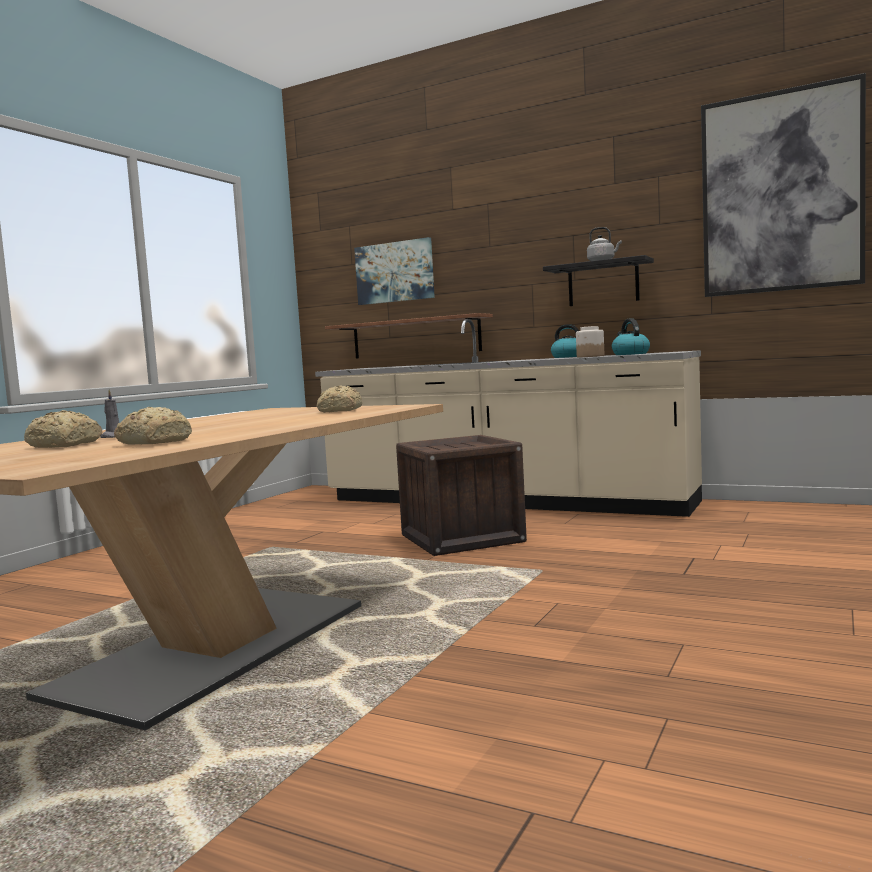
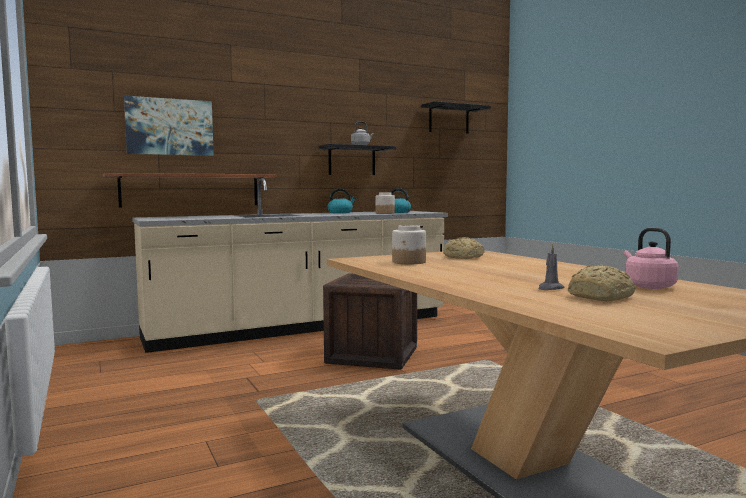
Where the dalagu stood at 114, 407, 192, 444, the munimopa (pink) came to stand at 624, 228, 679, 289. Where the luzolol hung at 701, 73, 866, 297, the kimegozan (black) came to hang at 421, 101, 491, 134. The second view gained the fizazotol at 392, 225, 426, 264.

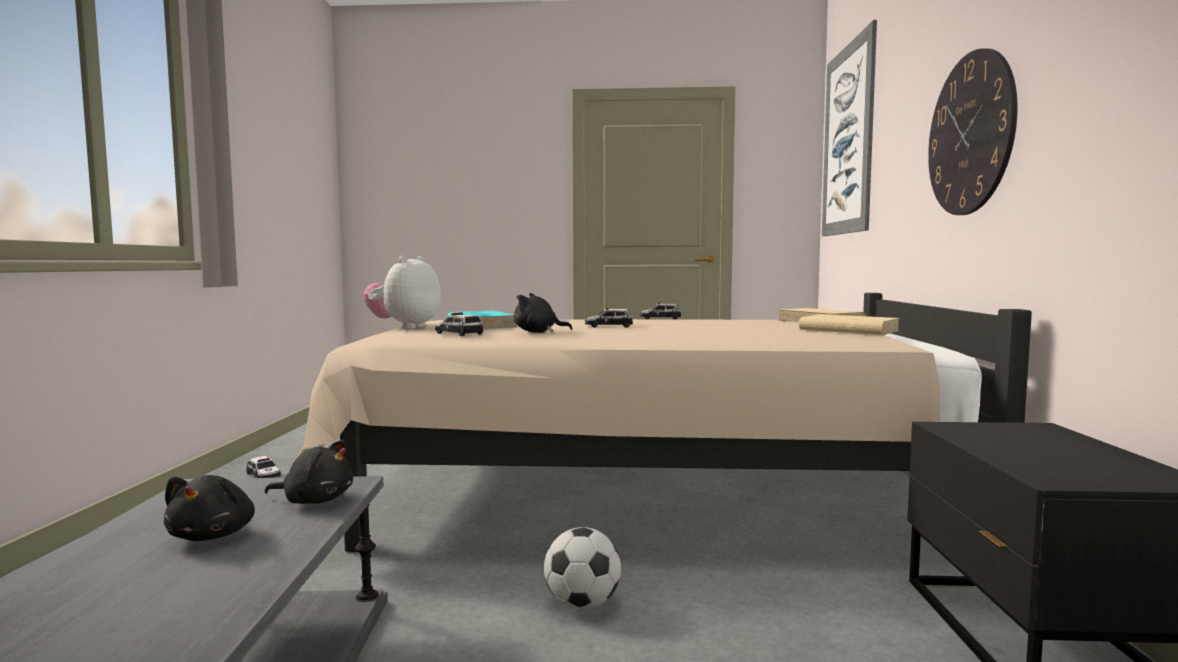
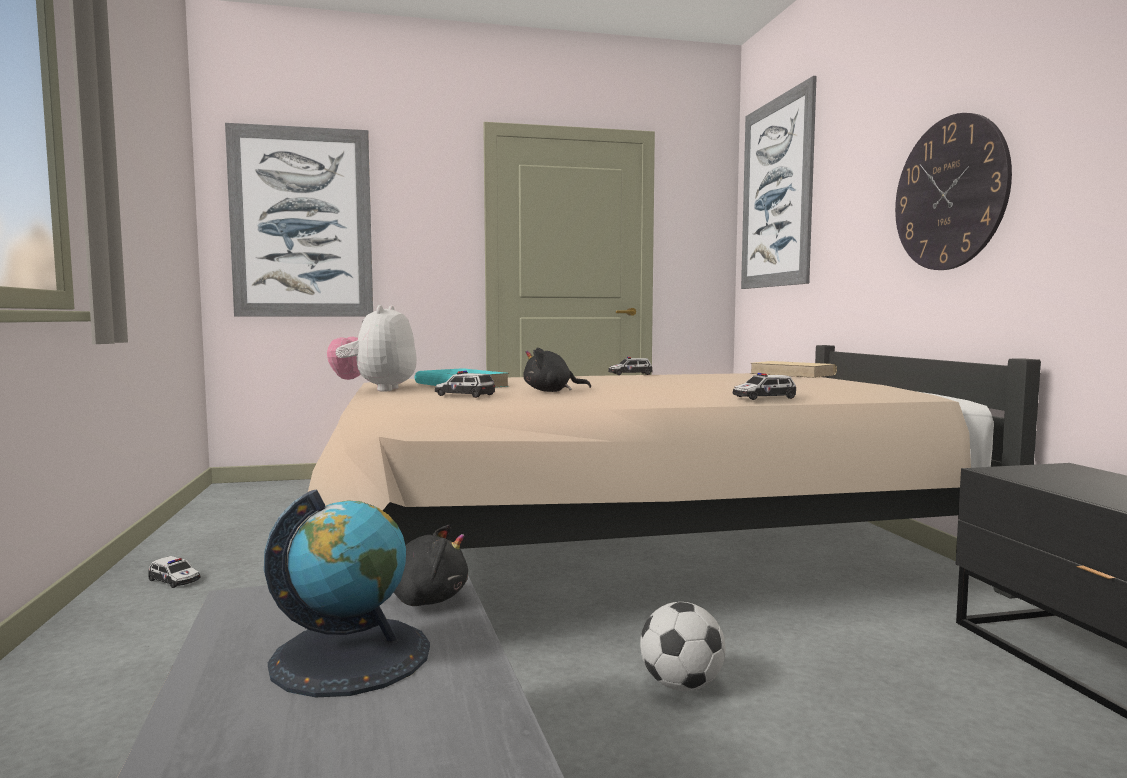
Where the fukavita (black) stood at 164, 475, 255, 541, the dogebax came to stand at 264, 489, 430, 697. The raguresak ended up elsewhere, having gone from 585, 307, 633, 327 to 732, 373, 796, 400. The second view lost the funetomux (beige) at 799, 314, 900, 335. The second view gained the luzolol at 225, 123, 373, 316.

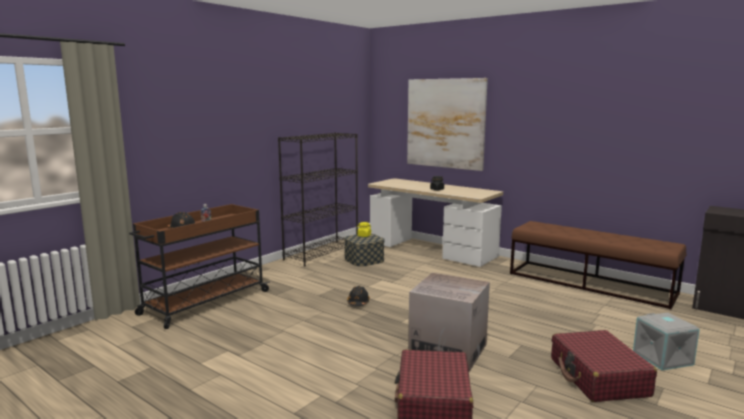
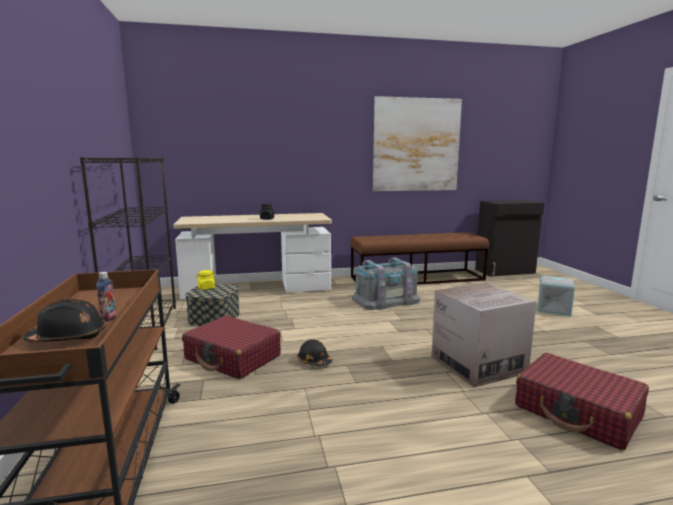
The luzolol ended up elsewhere, having gone from 407, 78, 488, 171 to 373, 96, 462, 191. The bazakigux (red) ended up elsewhere, having gone from 551, 330, 657, 402 to 182, 315, 281, 379. The second view gained the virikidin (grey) at 352, 257, 420, 310.

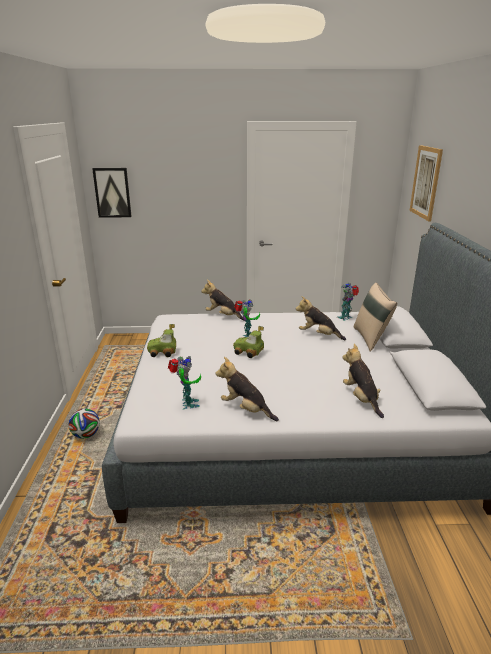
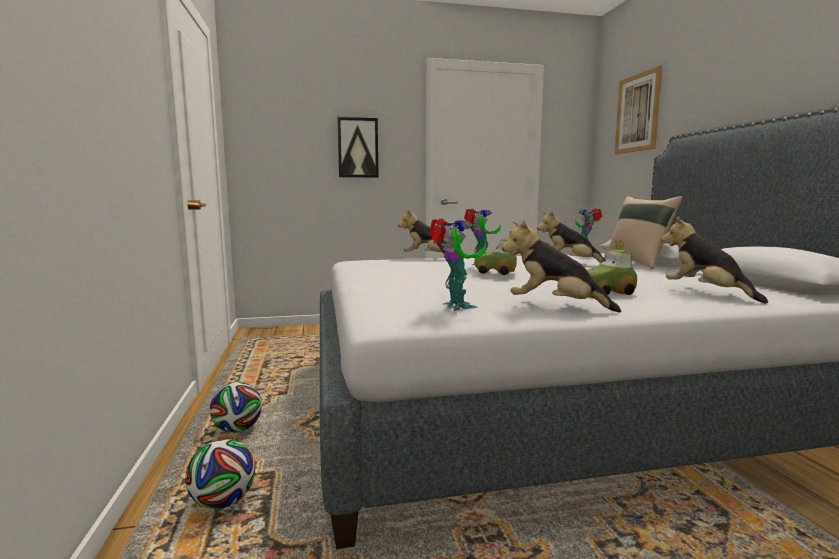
The luzolol ended up elsewhere, having gone from 92, 168, 132, 218 to 337, 117, 379, 178. The raguresak ended up elsewhere, having gone from 147, 324, 176, 357 to 587, 240, 637, 295. The second view gained the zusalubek at 185, 439, 255, 509.

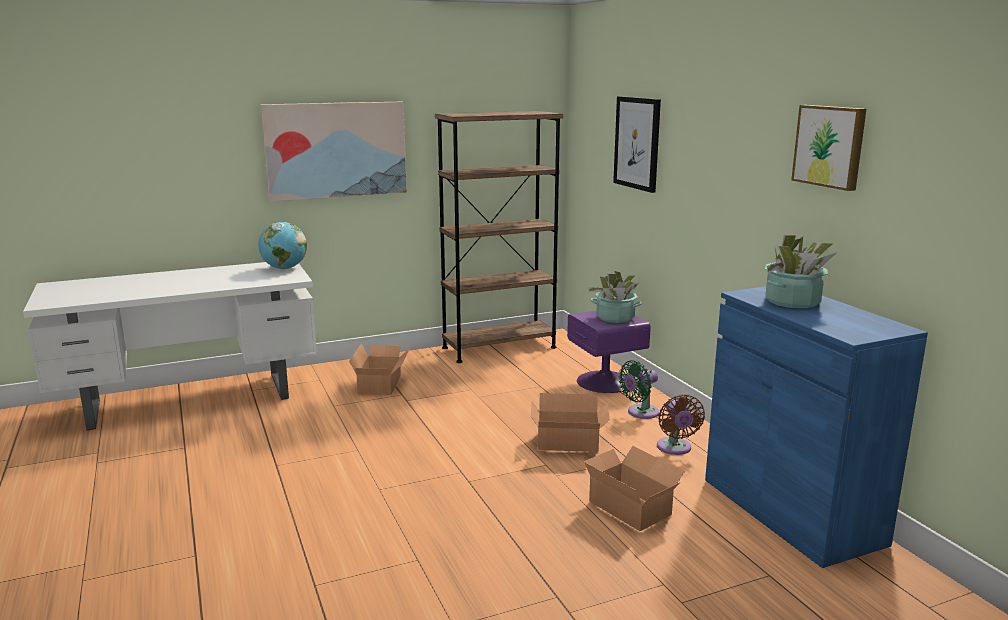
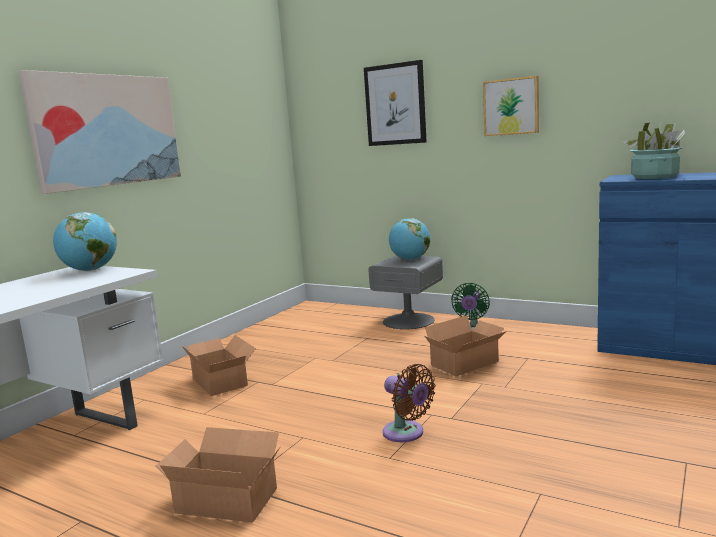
The second view lost the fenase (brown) at 435, 111, 563, 363. What was the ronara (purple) at 567, 311, 651, 393 turned into the ronara (grey) at 368, 255, 443, 329. The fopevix ended up elsewhere, having gone from 583, 446, 685, 531 to 156, 427, 281, 523. Where the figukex stood at 587, 271, 642, 323, the dogebax came to stand at 389, 218, 430, 260. The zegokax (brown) ended up elsewhere, having gone from 657, 394, 705, 455 to 383, 364, 436, 442. The luzolol ended up elsewhere, having gone from 791, 105, 866, 191 to 483, 76, 539, 136.

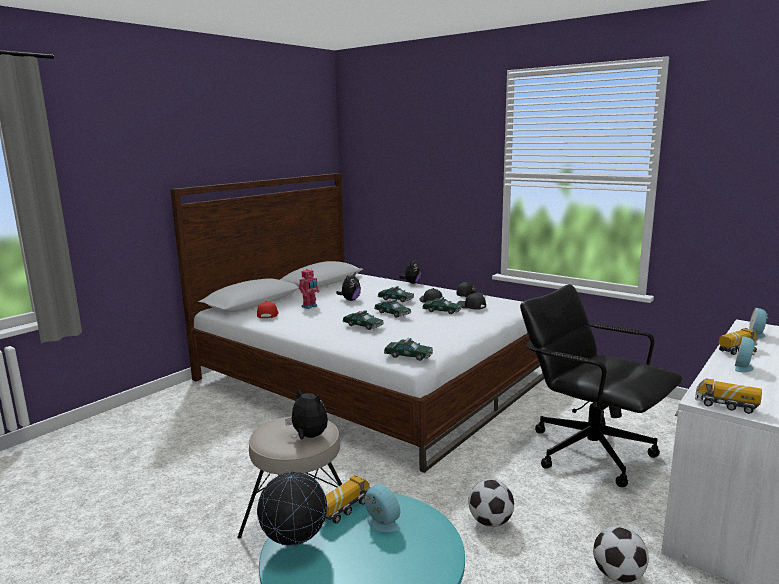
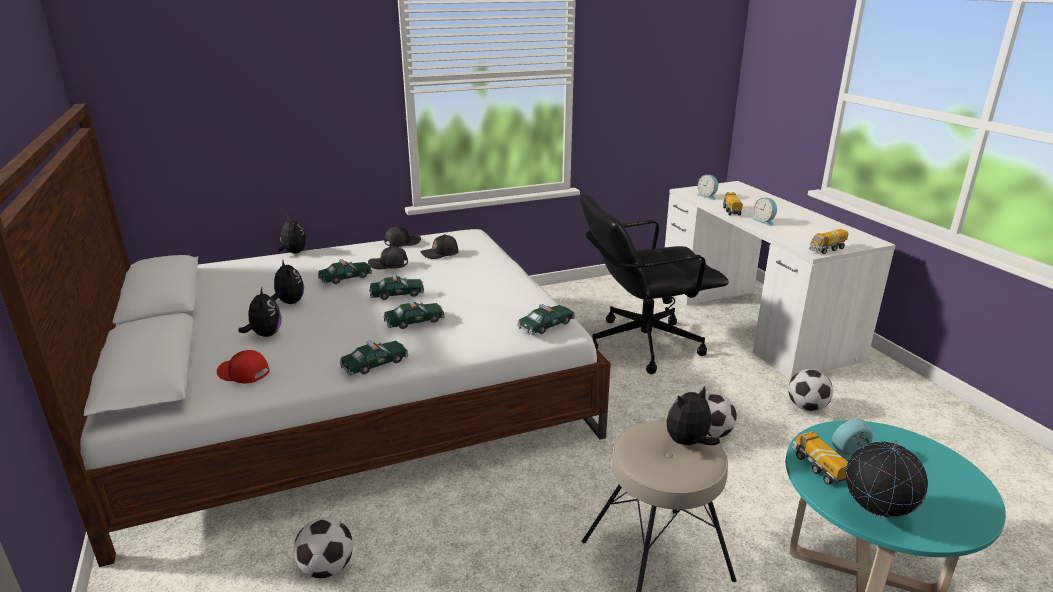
Where the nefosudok stood at 299, 269, 320, 309, the fukavita came to stand at 239, 288, 282, 337. The raguresak ended up elsewhere, having gone from 422, 297, 462, 314 to 339, 341, 409, 375. The second view gained the zusalubek at 293, 518, 353, 578.

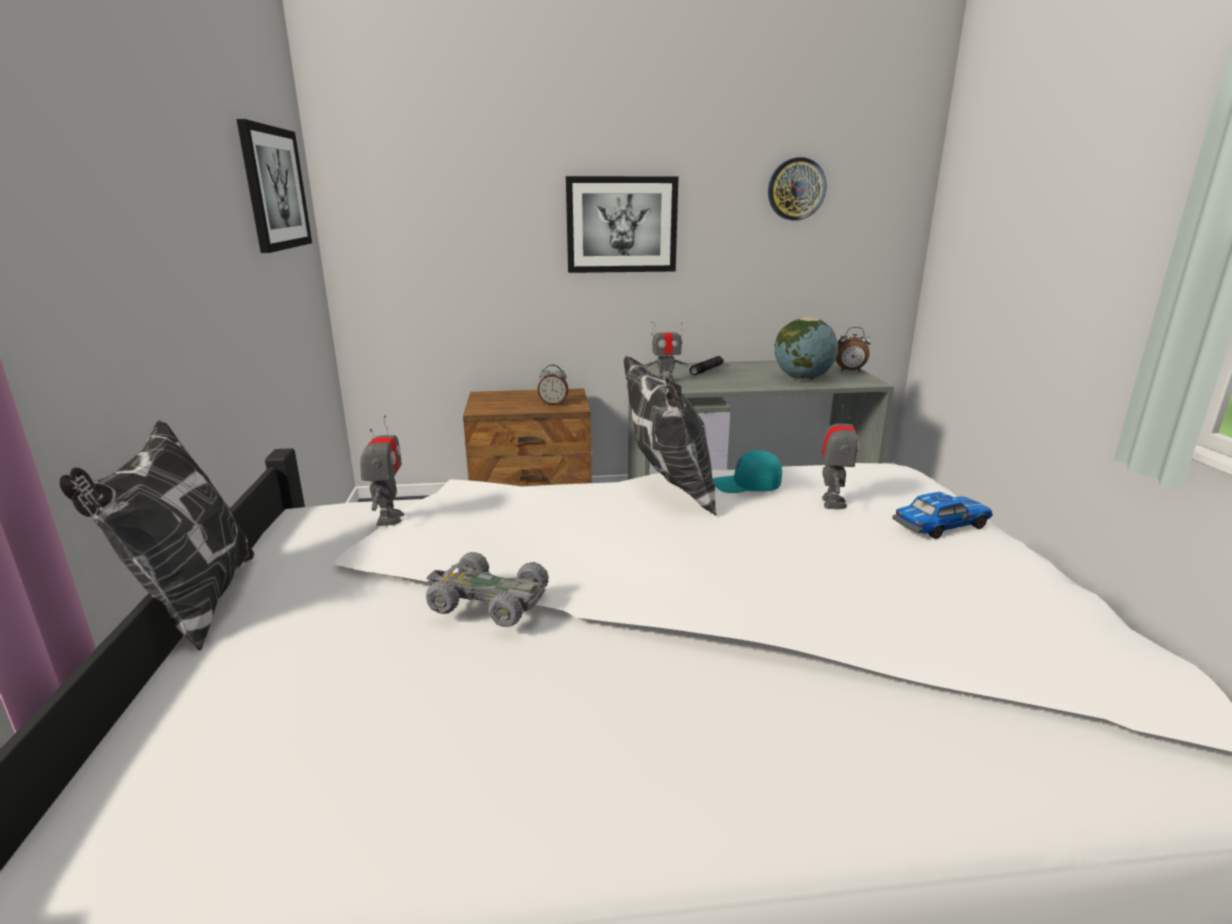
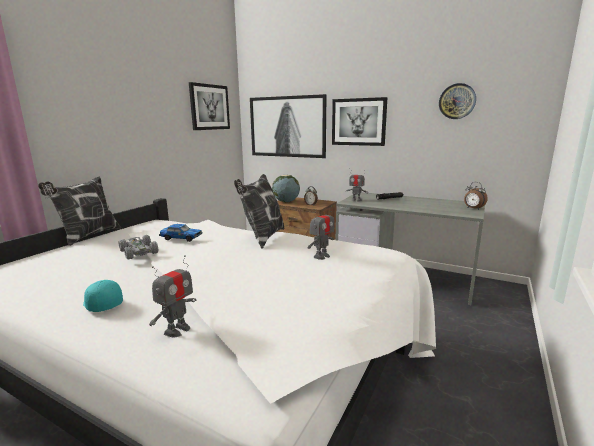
The nefosudok ended up elsewhere, having gone from 360, 415, 405, 526 to 149, 255, 196, 338. The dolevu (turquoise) ended up elsewhere, having gone from 713, 450, 782, 493 to 83, 280, 123, 312. The dogebax ended up elsewhere, having gone from 774, 317, 838, 380 to 272, 175, 300, 203. The raguresak ended up elsewhere, having gone from 892, 492, 993, 539 to 159, 224, 203, 242. The second view gained the luzolol at 250, 94, 327, 158.

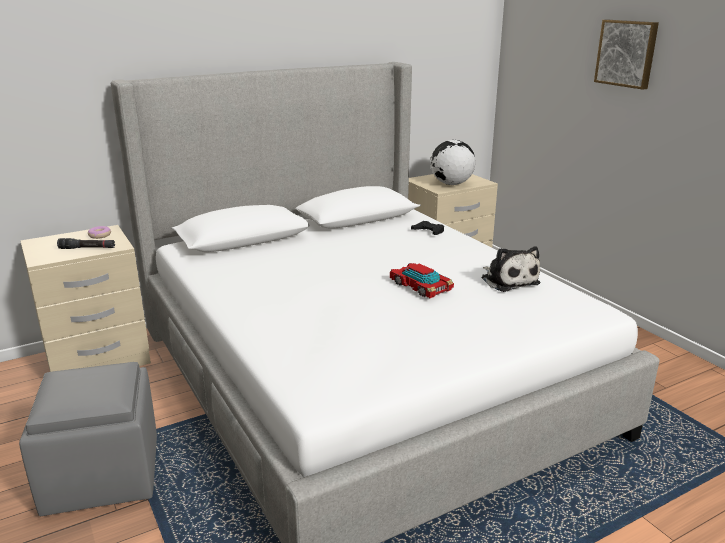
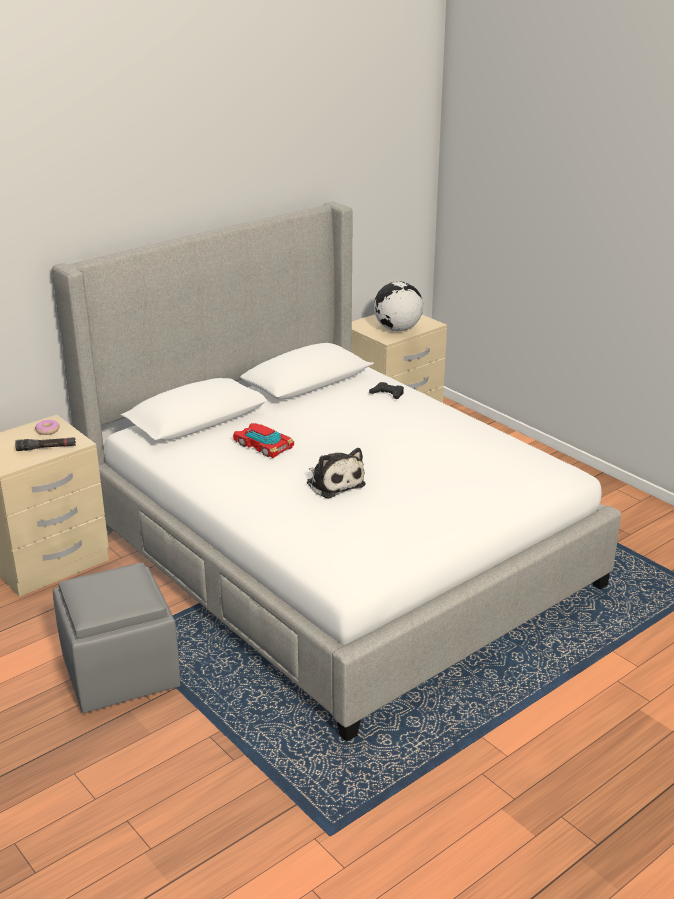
The raguresak ended up elsewhere, having gone from 390, 263, 454, 298 to 233, 423, 294, 458. The fukavita ended up elsewhere, having gone from 481, 246, 540, 292 to 307, 448, 366, 499. The second view lost the luzolol at 594, 20, 659, 90.

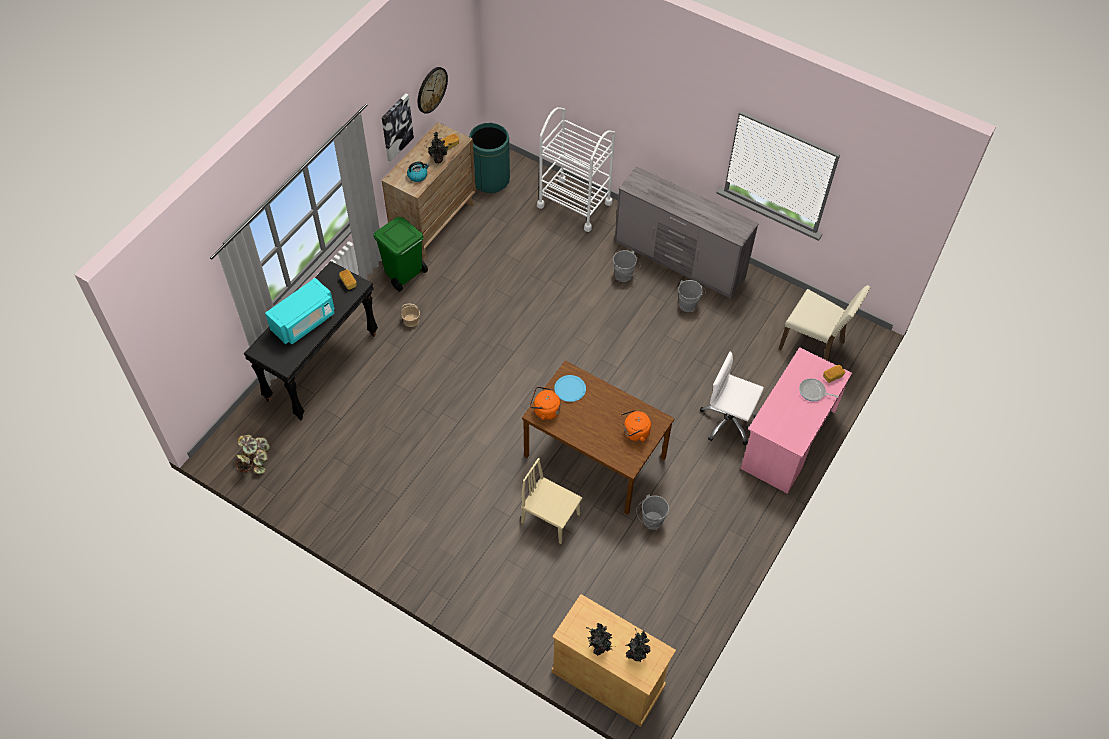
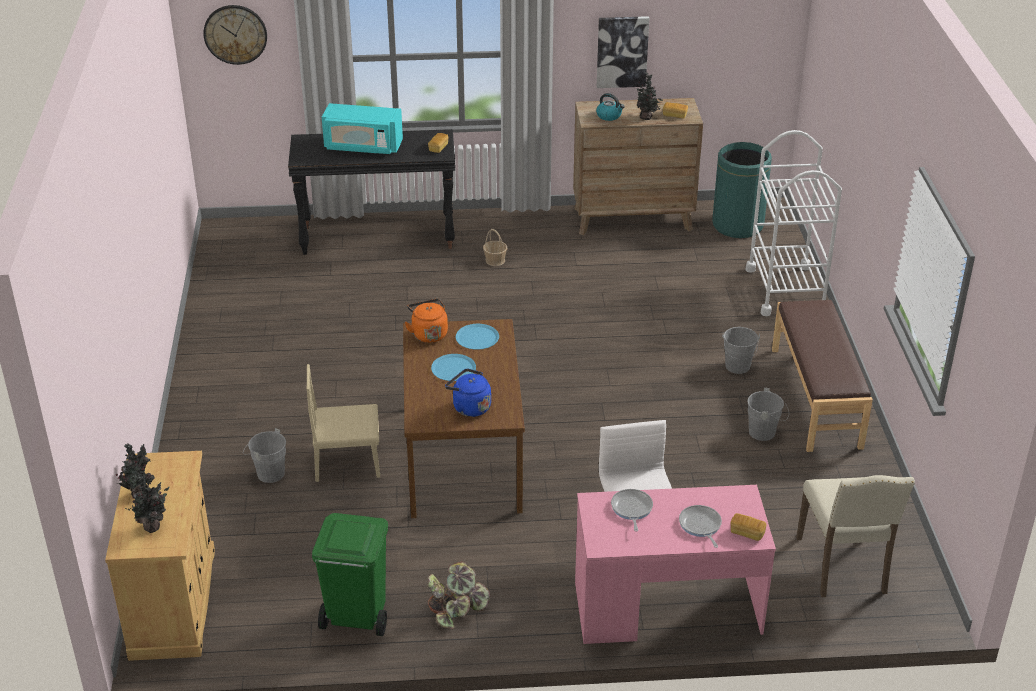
The figukex ended up elsewhere, having gone from 236, 435, 270, 474 to 428, 561, 490, 628. The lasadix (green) ended up elsewhere, having gone from 374, 217, 428, 292 to 312, 513, 388, 636. The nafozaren ended up elsewhere, having gone from 418, 67, 448, 114 to 204, 5, 267, 65. The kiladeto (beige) at 521, 458, 583, 544 ended up facing another way, 90 degrees counterclockwise from before. Where the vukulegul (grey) stood at 614, 166, 759, 299, the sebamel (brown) came to stand at 772, 300, 873, 452. What was the munimopa (orange) at 620, 410, 651, 442 turned into the munimopa (blue) at 445, 368, 491, 417. The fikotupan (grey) ended up elsewhere, having gone from 636, 494, 669, 530 to 243, 428, 286, 483. The second view gained the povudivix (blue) at 431, 354, 476, 381. The second view gained the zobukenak at 611, 489, 653, 532.

